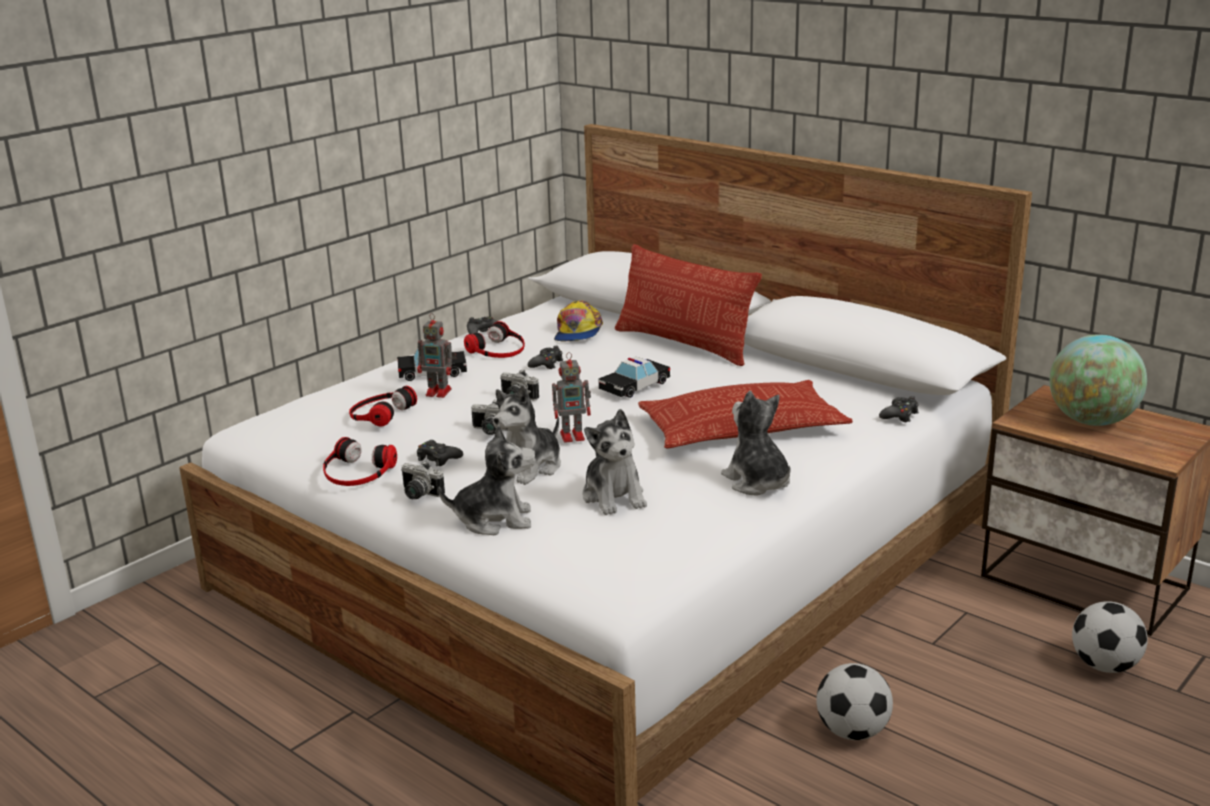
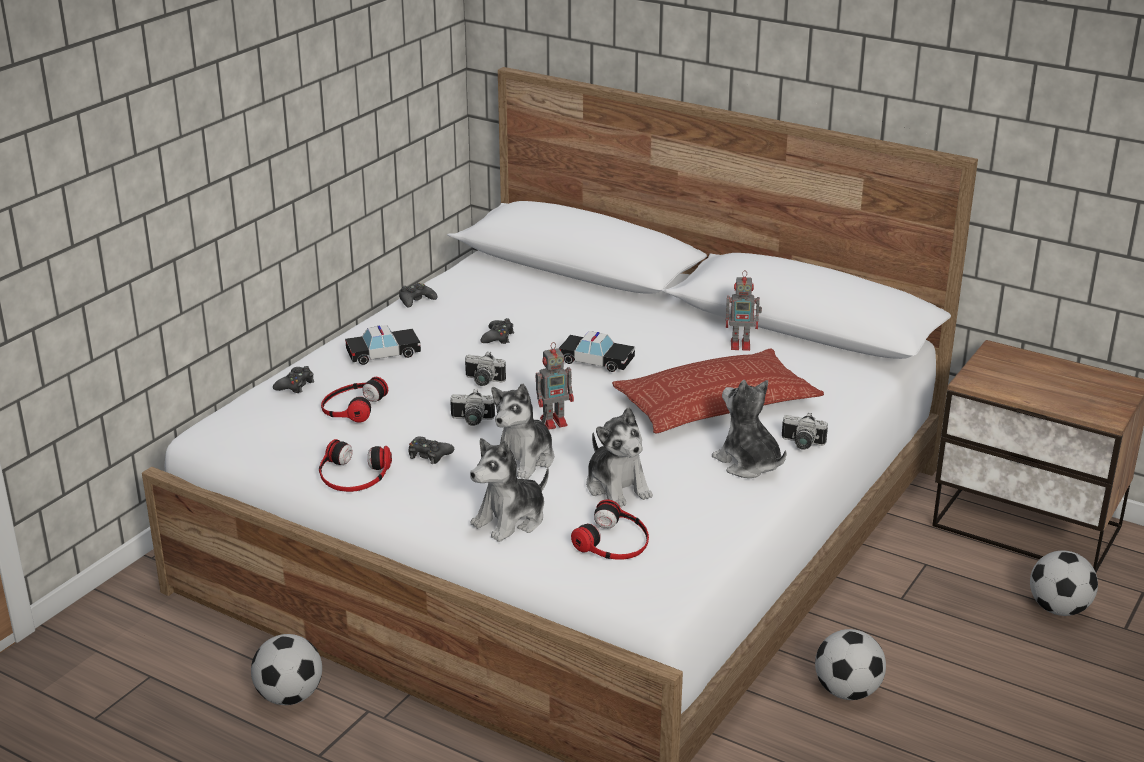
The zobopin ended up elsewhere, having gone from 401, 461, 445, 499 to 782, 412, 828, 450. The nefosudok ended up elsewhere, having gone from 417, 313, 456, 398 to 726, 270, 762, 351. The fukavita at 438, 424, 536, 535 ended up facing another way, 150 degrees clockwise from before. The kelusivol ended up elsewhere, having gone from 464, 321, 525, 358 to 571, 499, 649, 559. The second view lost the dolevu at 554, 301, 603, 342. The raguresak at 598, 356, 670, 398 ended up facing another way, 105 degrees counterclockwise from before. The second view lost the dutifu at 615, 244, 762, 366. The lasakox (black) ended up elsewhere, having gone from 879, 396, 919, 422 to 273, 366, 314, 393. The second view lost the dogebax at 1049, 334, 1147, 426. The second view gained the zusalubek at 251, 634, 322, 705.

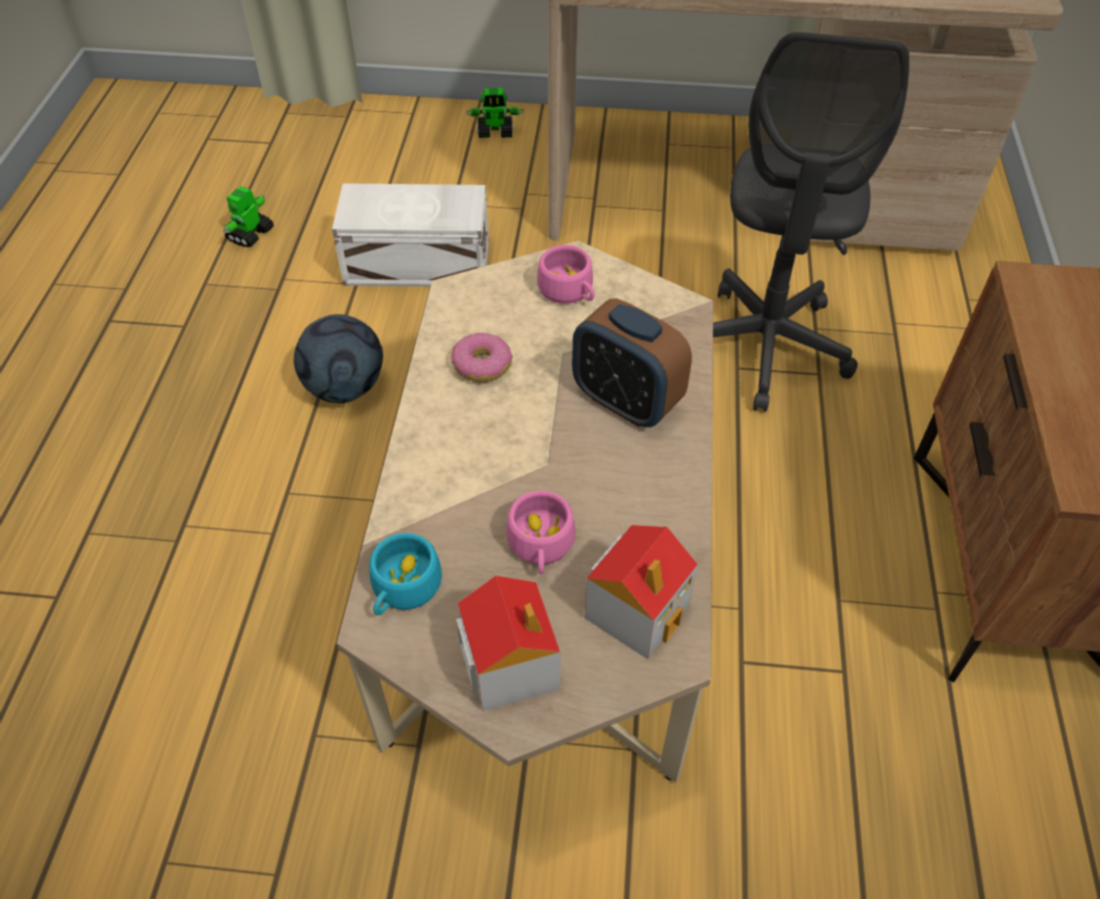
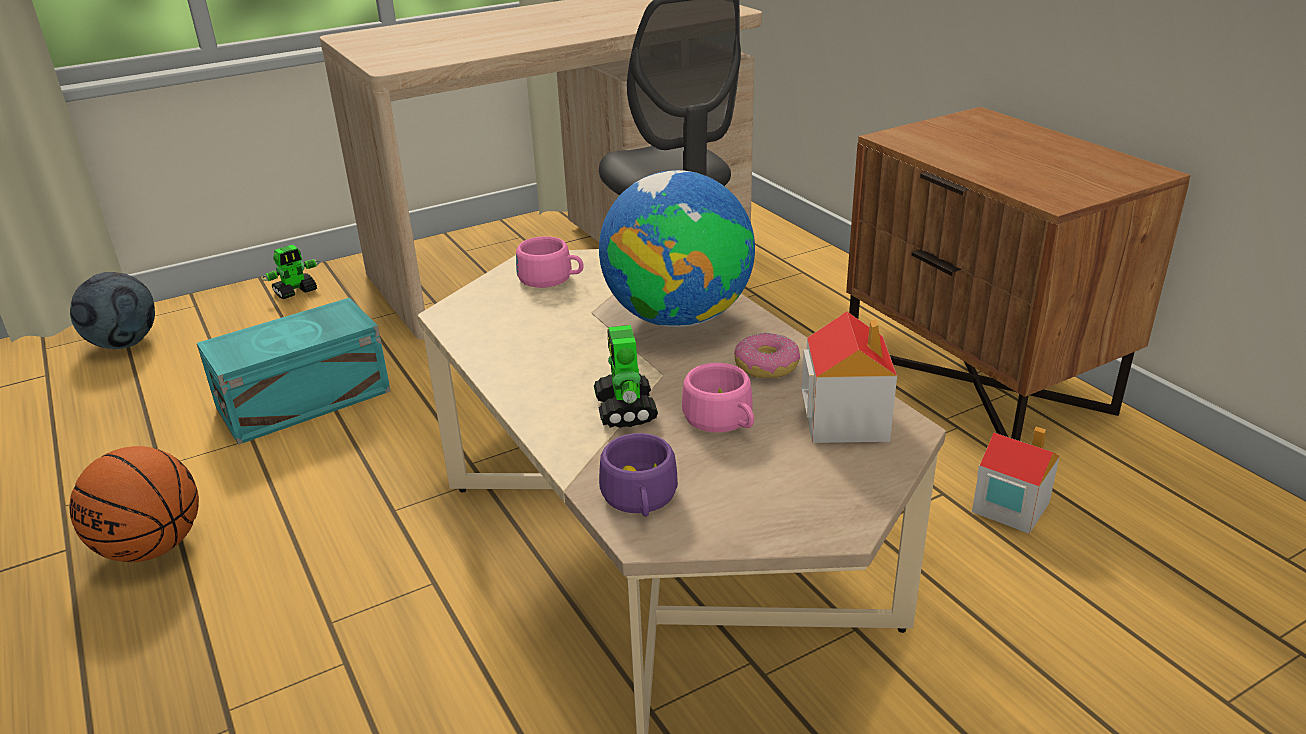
The nefosudok ended up elsewhere, having gone from 223, 186, 274, 247 to 594, 325, 658, 428. The zusalubek ended up elsewhere, having gone from 294, 314, 383, 403 to 70, 272, 155, 349. What was the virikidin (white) at 332, 183, 489, 287 turned into the virikidin (turquoise) at 197, 298, 391, 445. What was the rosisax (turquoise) at 369, 533, 442, 615 turned into the rosisax (purple) at 599, 433, 678, 517. The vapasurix ended up elsewhere, having gone from 451, 332, 512, 382 to 734, 333, 800, 379. The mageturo ended up elsewhere, having gone from 456, 576, 560, 711 to 972, 427, 1060, 534. Where the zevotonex stood at 572, 298, 692, 427, the dogebax came to stand at 599, 170, 755, 327. The second view gained the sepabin at 70, 446, 199, 562.

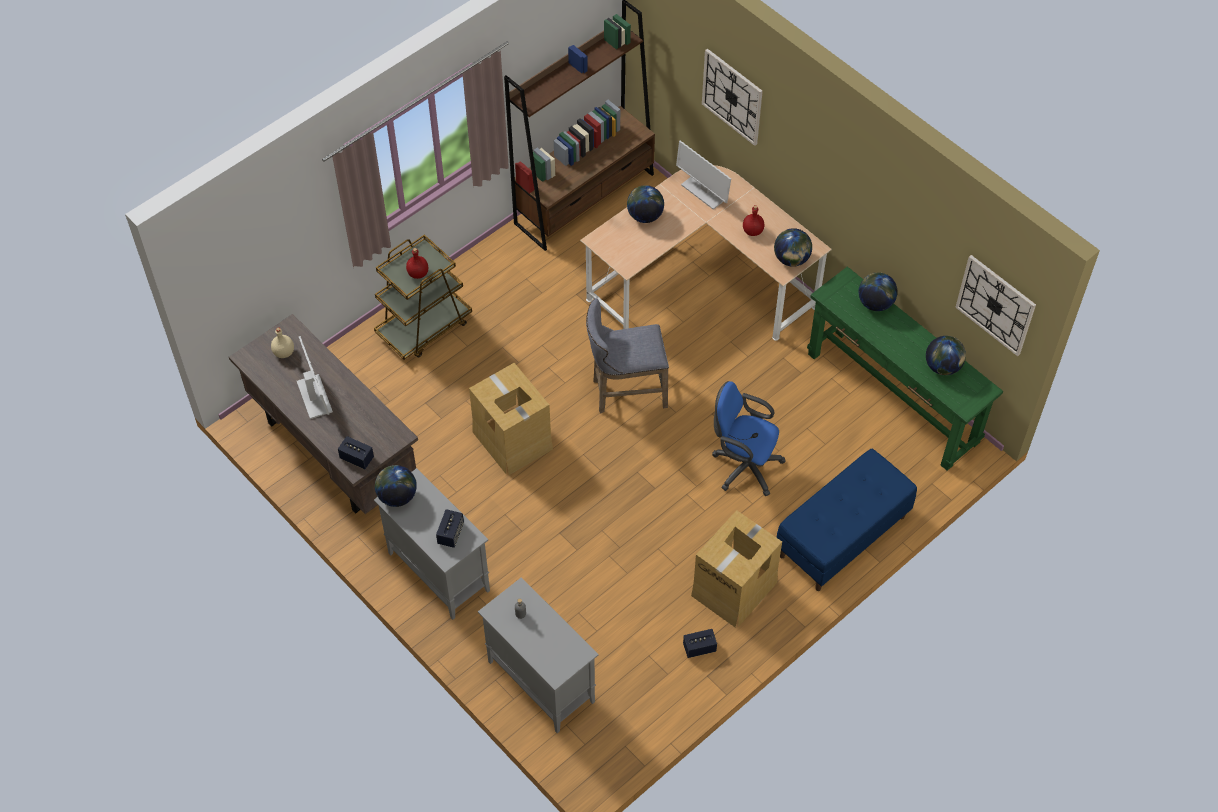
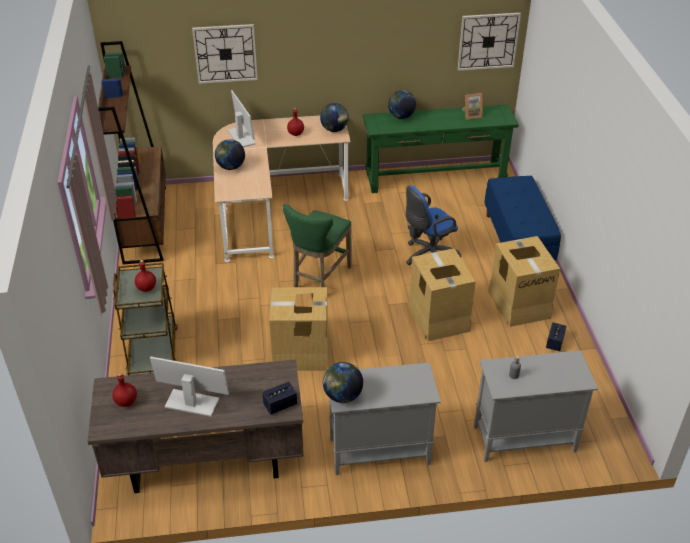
What was the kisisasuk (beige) at 271, 327, 294, 358 turned into the kisisasuk (red) at 112, 373, 137, 407. The second view lost the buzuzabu at 436, 509, 464, 548. What was the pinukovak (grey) at 586, 298, 669, 413 turned into the pinukovak (green) at 283, 204, 352, 287. The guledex at 676, 141, 731, 210 ended up facing another way, 105 degrees counterclockwise from before. Where the dogebax stood at 926, 336, 966, 375, the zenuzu came to stand at 462, 93, 483, 120. The second view gained the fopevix at 408, 248, 476, 341.

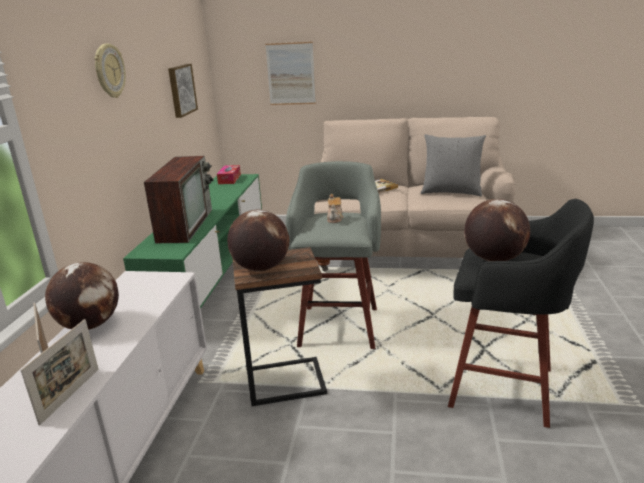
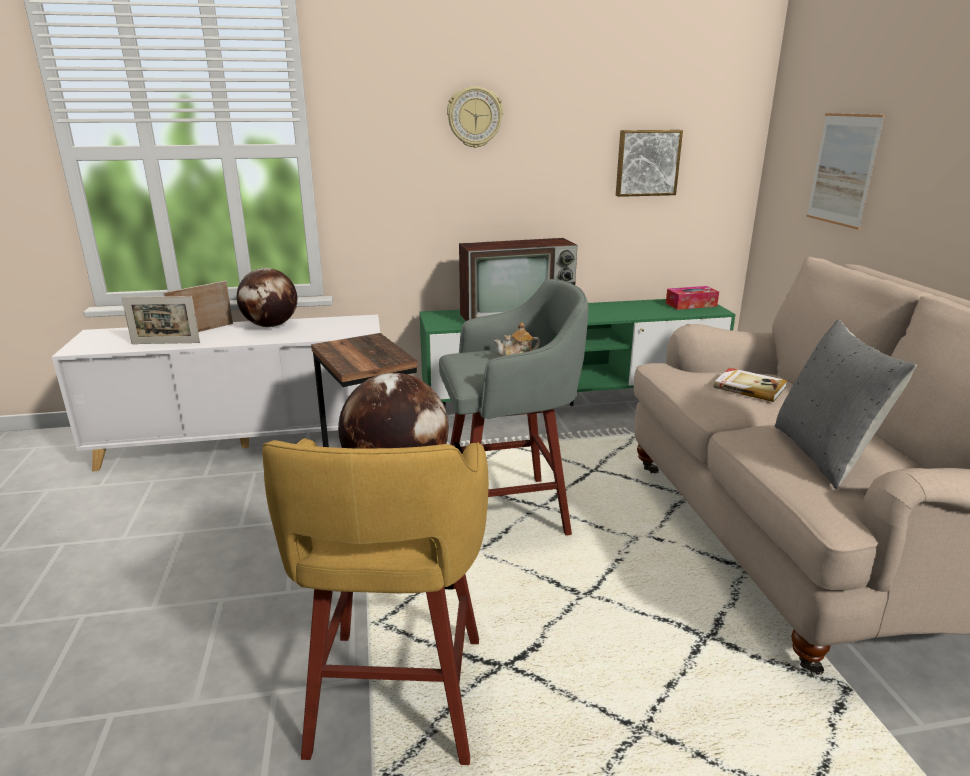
The second view lost the dogebax at 227, 210, 289, 272. What was the pinukovak (black) at 448, 199, 594, 428 turned into the pinukovak (yellow) at 262, 438, 489, 765.

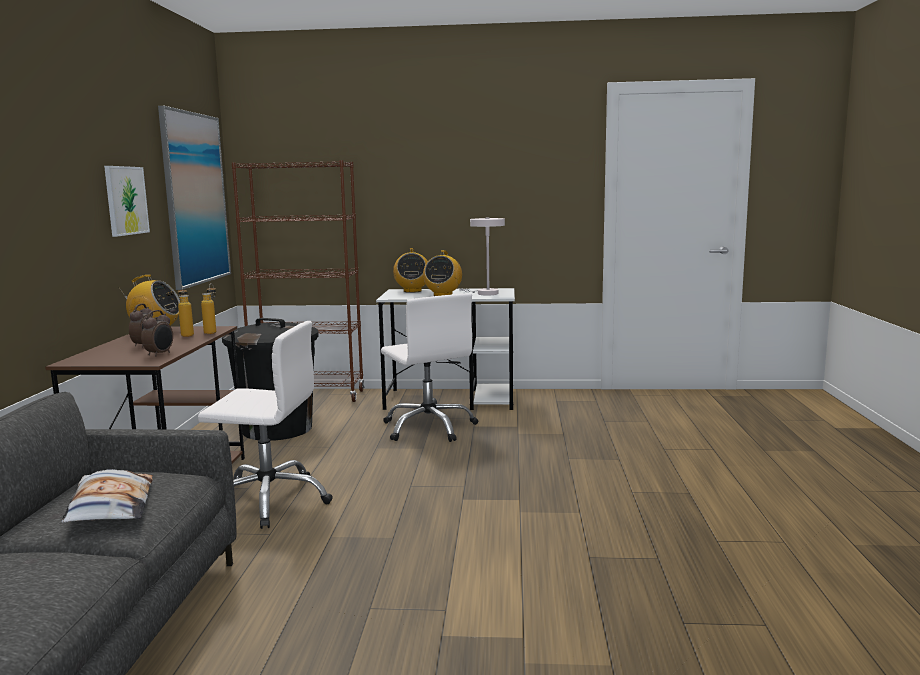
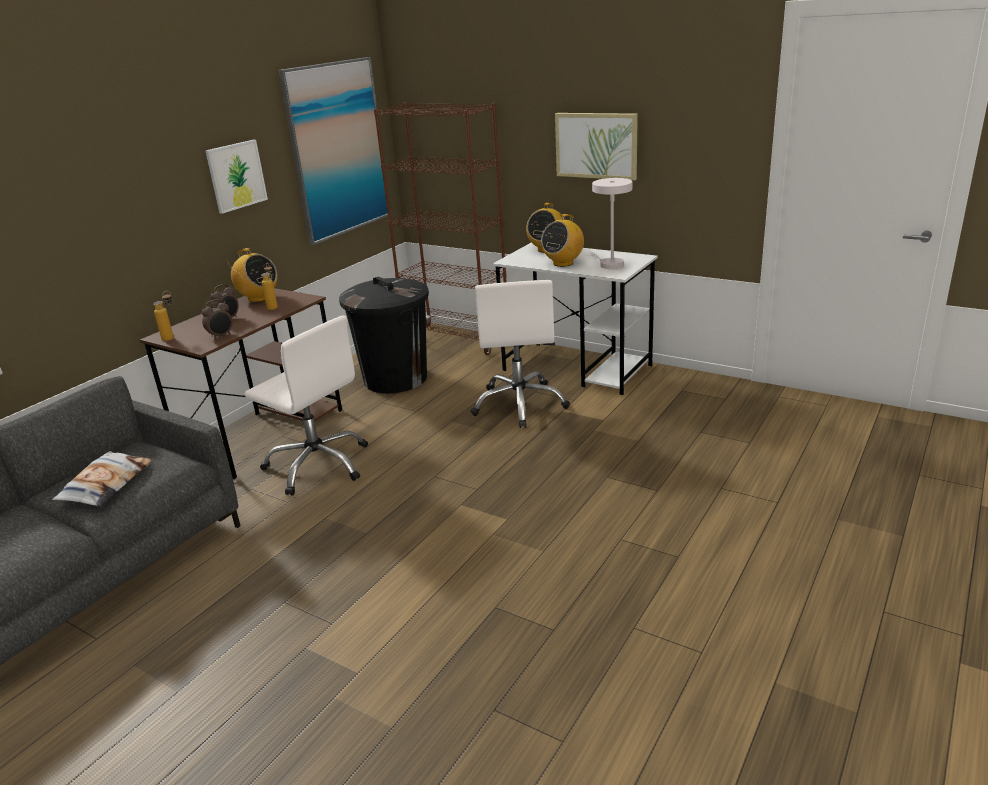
The kisisasuk ended up elsewhere, having gone from 201, 283, 216, 334 to 153, 291, 174, 341. The second view gained the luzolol at 555, 113, 638, 180.

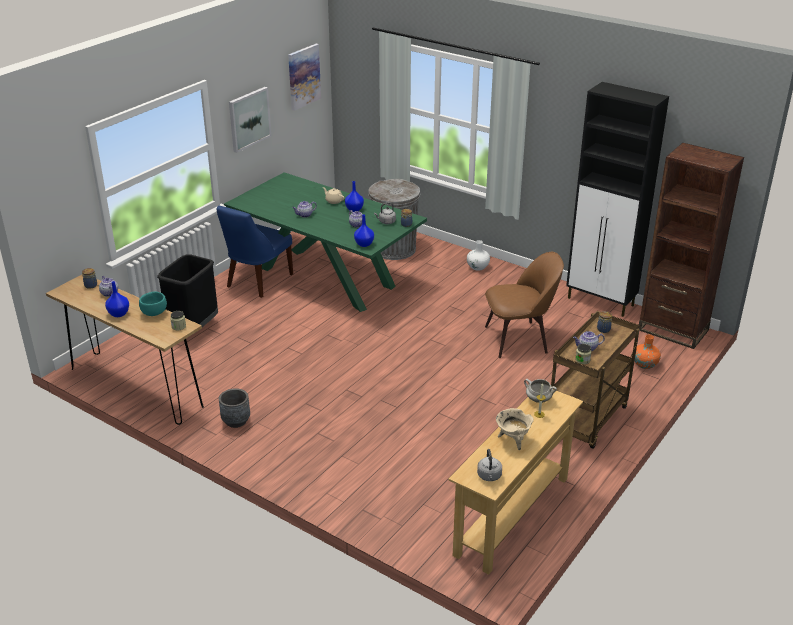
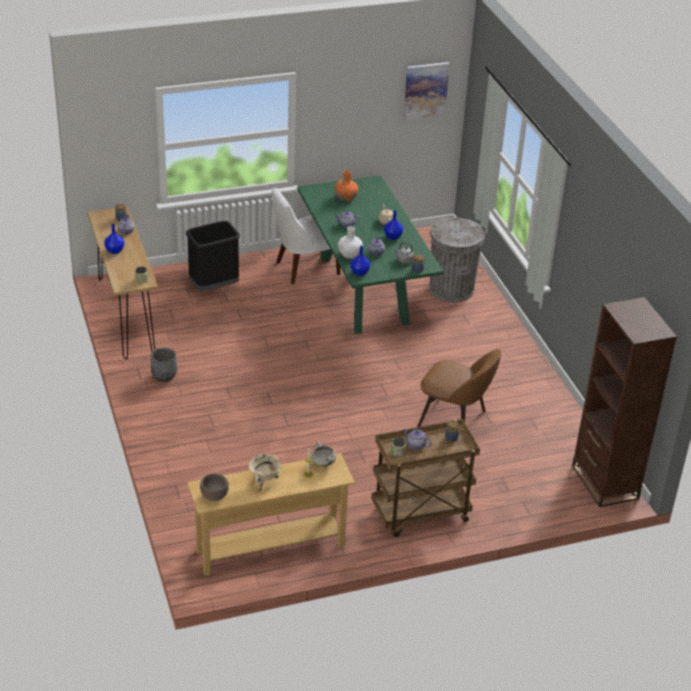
The second view lost the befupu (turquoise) at 139, 291, 167, 316. What was the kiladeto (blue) at 217, 206, 293, 298 turned into the kiladeto (white) at 272, 188, 340, 284. The second view lost the luzolol at 229, 87, 271, 153. The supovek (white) ended up elsewhere, having gone from 467, 240, 490, 271 to 338, 226, 363, 259. Where the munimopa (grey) stood at 477, 449, 502, 481, the befupu (brown) came to stand at 200, 474, 229, 501. The second view lost the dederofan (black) at 566, 82, 669, 317. The supovek (orange) ended up elsewhere, having gone from 634, 334, 661, 369 to 334, 170, 358, 201.

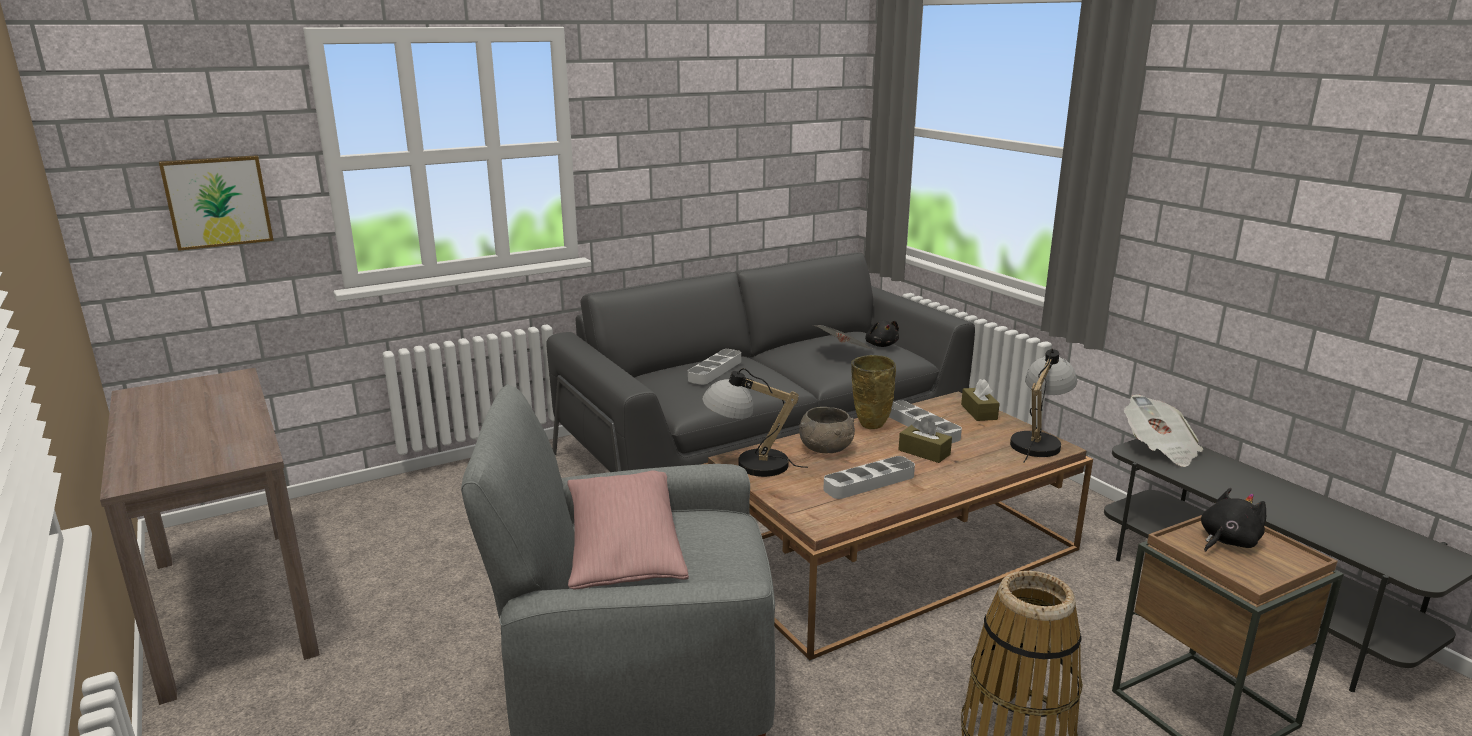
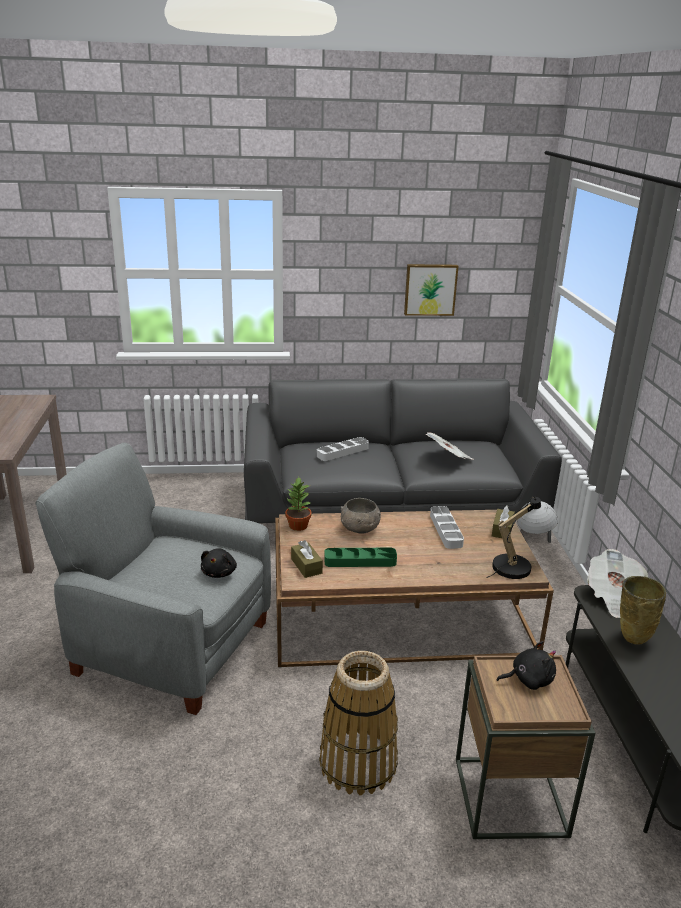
The luzolol ended up elsewhere, having gone from 159, 155, 274, 251 to 404, 264, 459, 316. The second view lost the dutifu (pink) at 567, 471, 689, 589. Where the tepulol stood at 702, 368, 808, 477, the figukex came to stand at 285, 477, 312, 531. What was the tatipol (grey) at 823, 456, 915, 499 turned into the tatipol (green) at 324, 548, 397, 567. The supovek (beige) ended up elsewhere, having gone from 851, 355, 896, 429 to 620, 576, 666, 645. The fukavita (black) ended up elsewhere, having gone from 865, 320, 899, 347 to 201, 548, 237, 578. The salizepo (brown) ended up elsewhere, having gone from 899, 417, 952, 463 to 291, 540, 323, 578.

